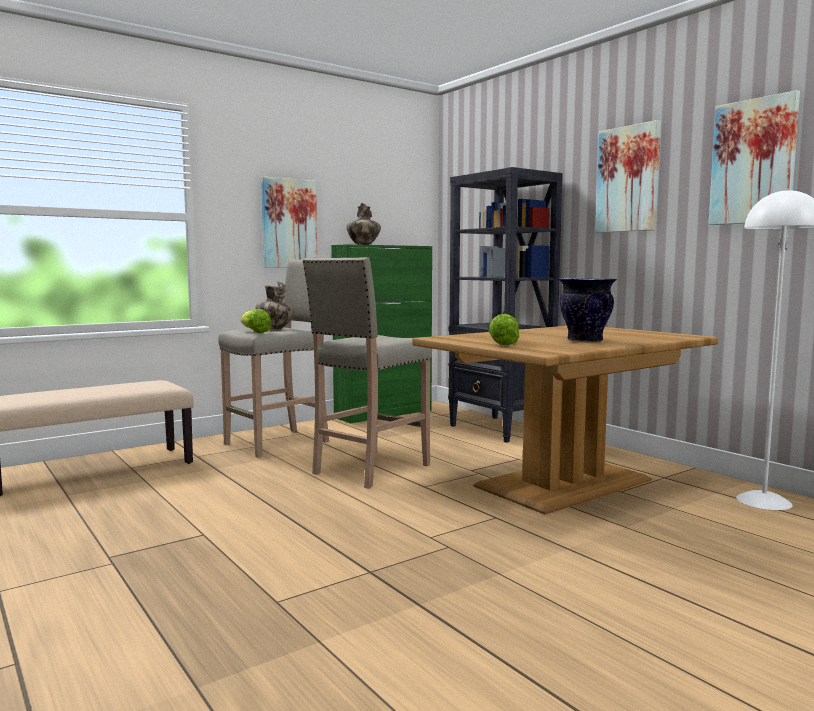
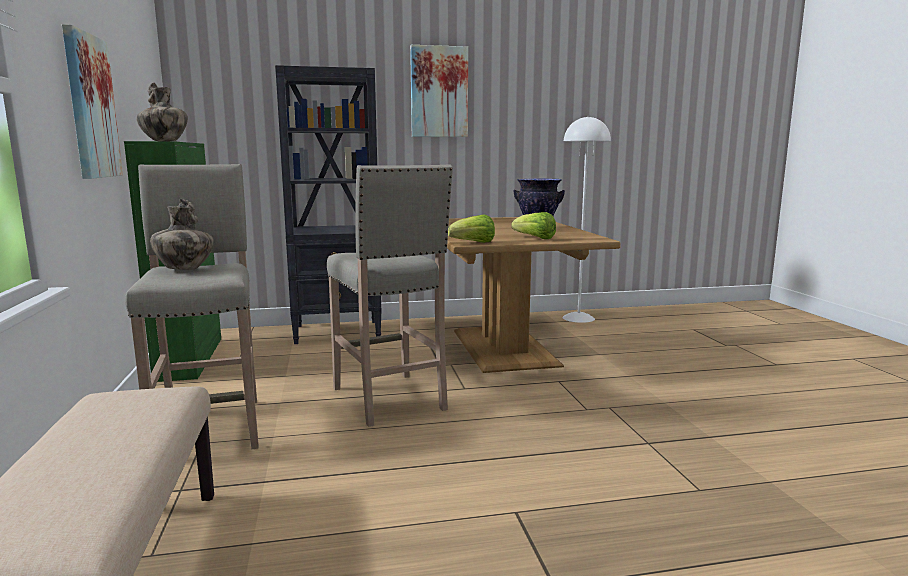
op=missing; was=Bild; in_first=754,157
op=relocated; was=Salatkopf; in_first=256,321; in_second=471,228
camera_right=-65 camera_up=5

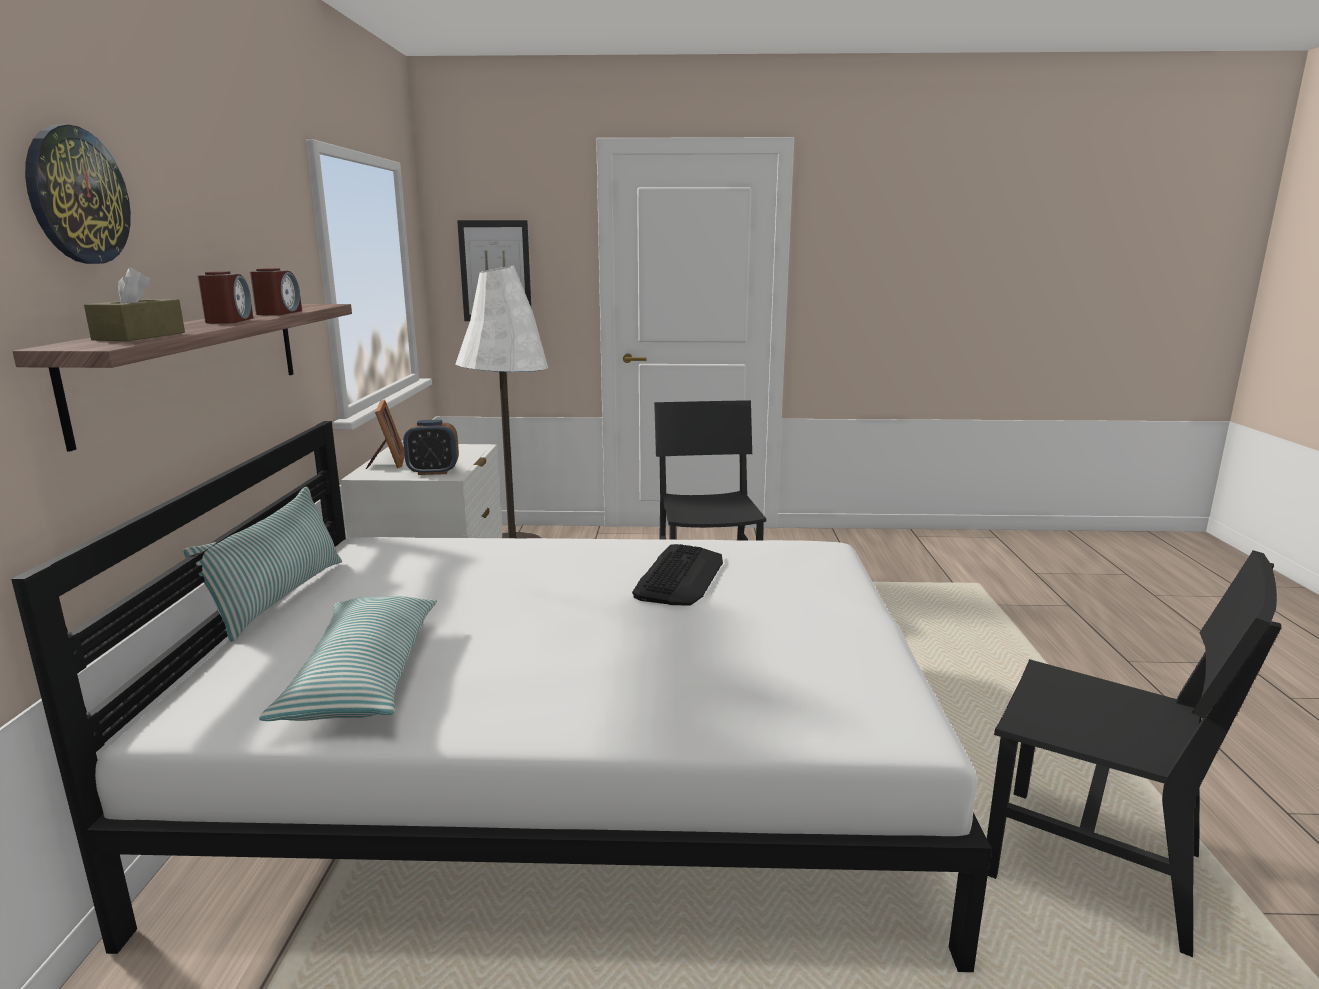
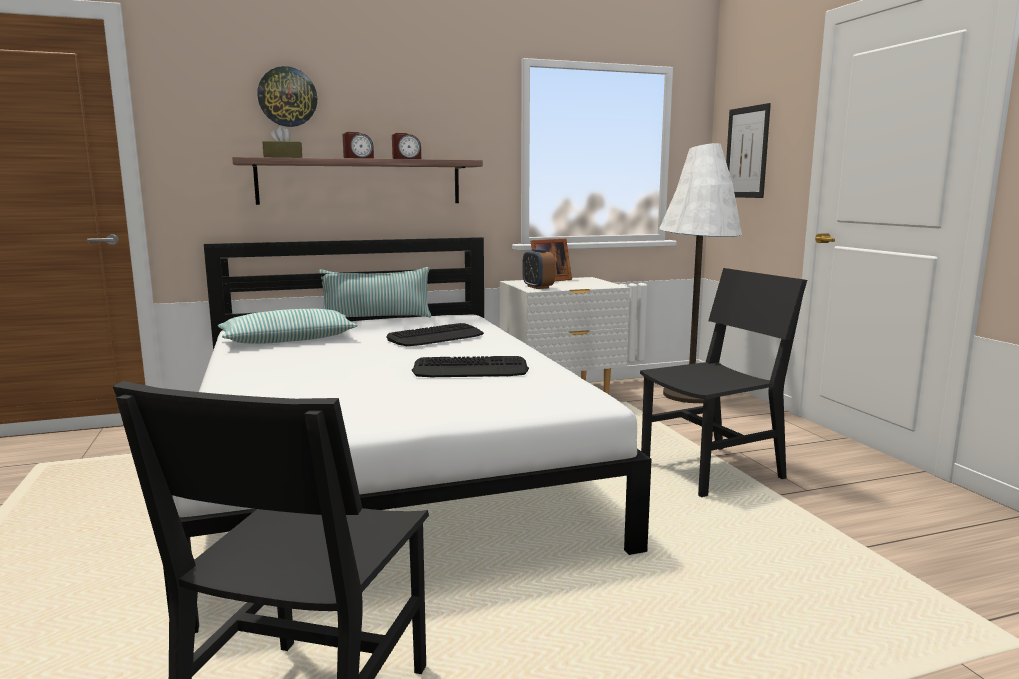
op=appeared; now=Tastatur; in_second=435,334
camera_right=70 camera_up=-5

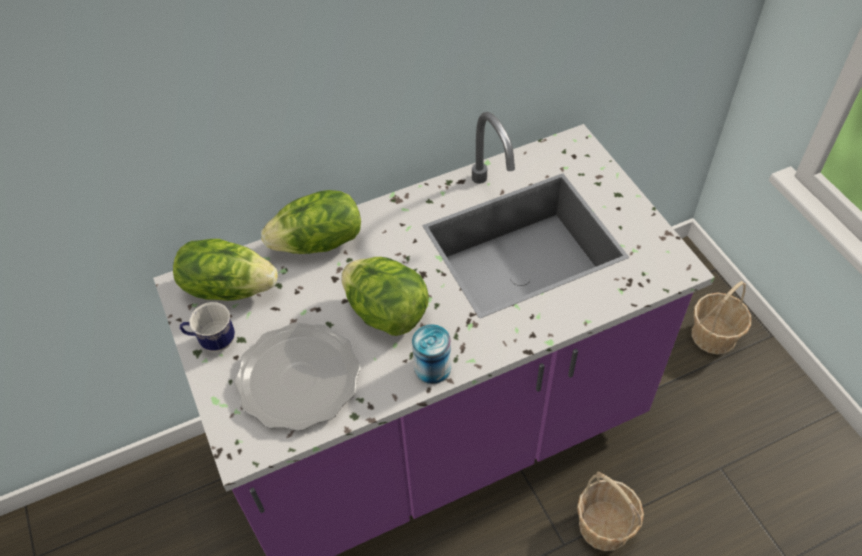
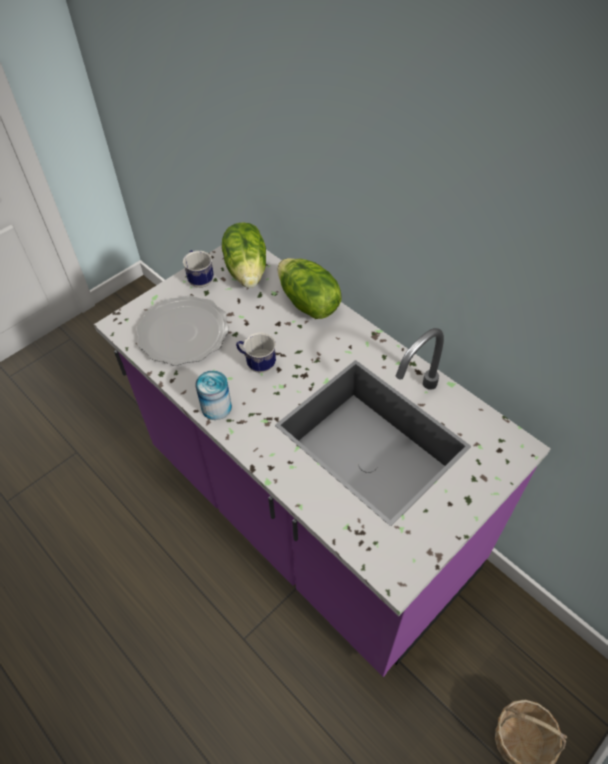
op=missing; was=Korb; in_first=610,511
op=exchanged; was=Salatkopf; now=Henkelbecher; in_first=385,296; in_second=256,353
camera_right=70 camera_up=0

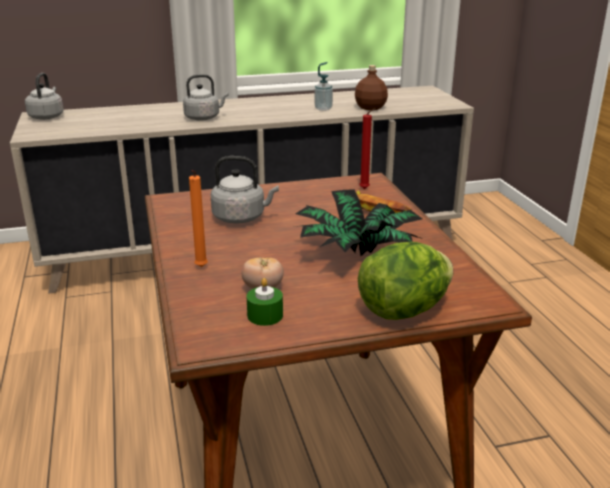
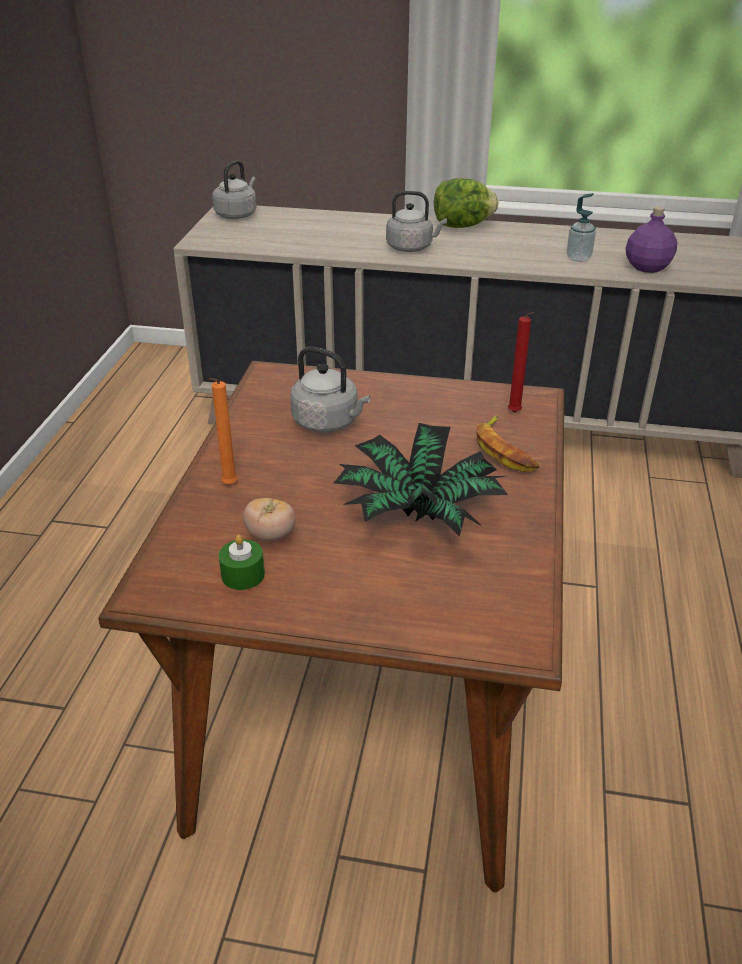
op=relocated; was=Salatkopf; in_first=405,281; in_second=466,203
op=colour; was=Flasche/braun; now=Flasche/lila; in_first=371,87; in_second=652,239
camera_right=25 camera_up=10

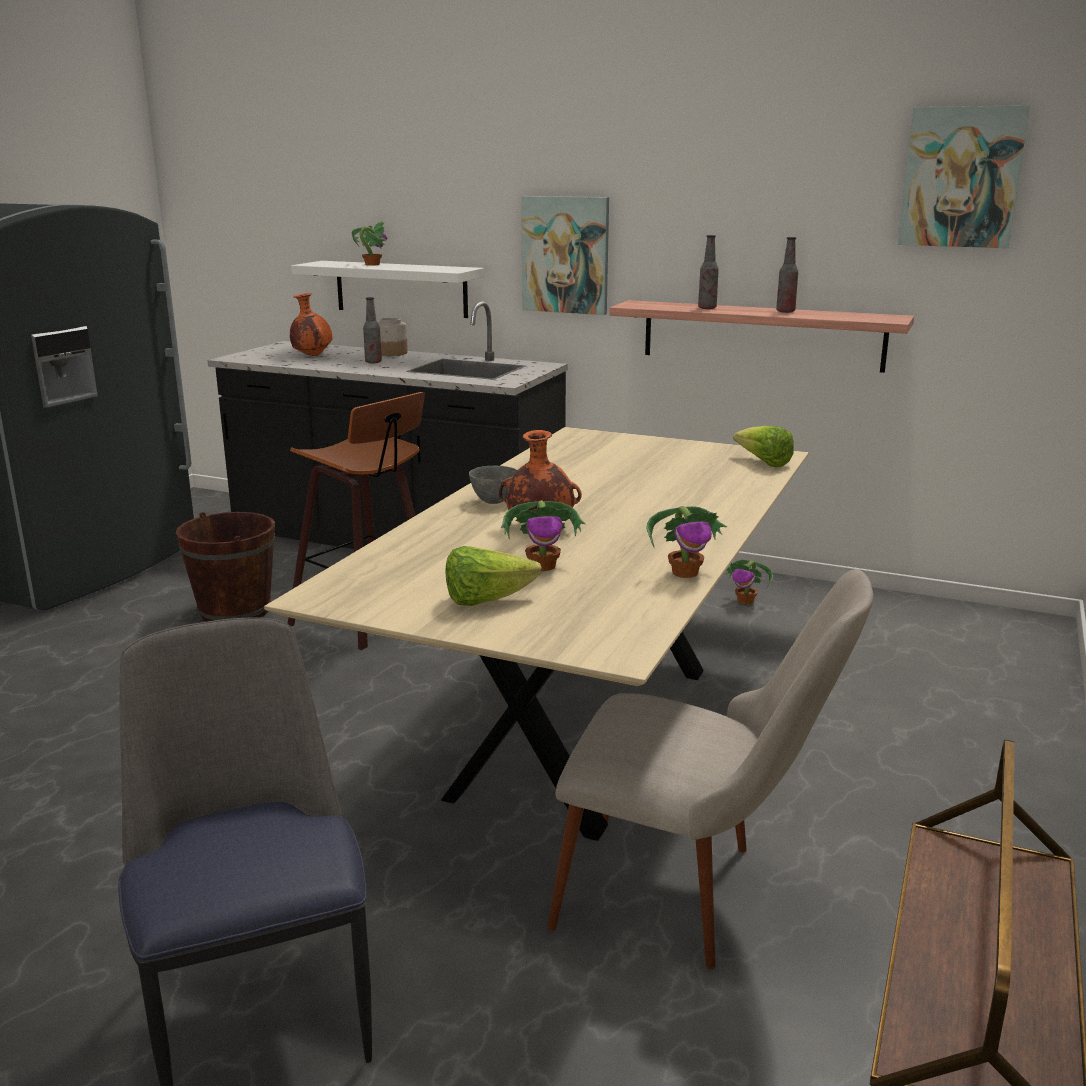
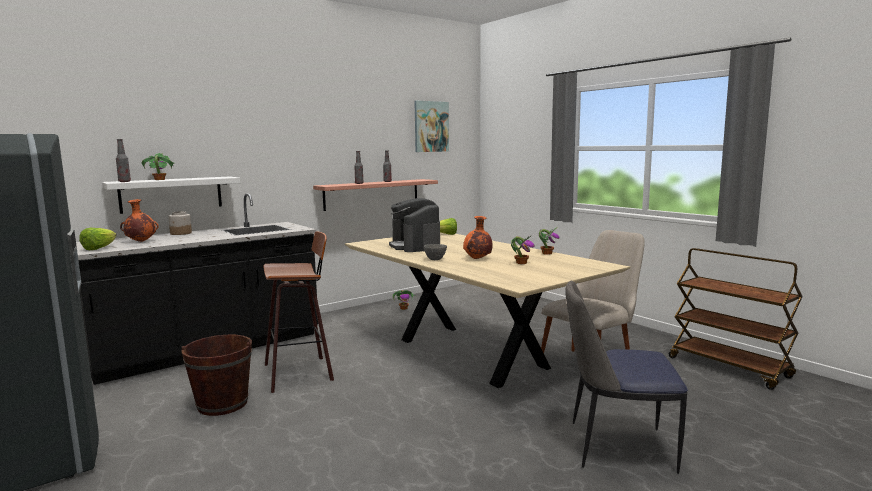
op=missing; was=Bild; in_first=565,255
op=appeared; now=Kaffeemaschine; in_second=414,225
op=relocated; was=Flasche; in_first=372,330; in_second=123,160
op=relocated; was=Salatkopf; in_first=494,576; in_second=97,239
camera_right=-60 camera_up=-10

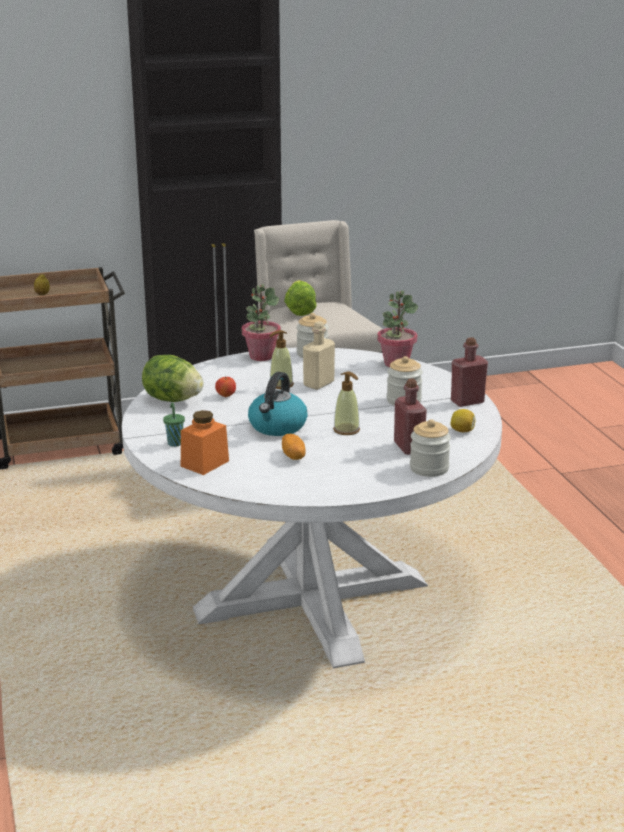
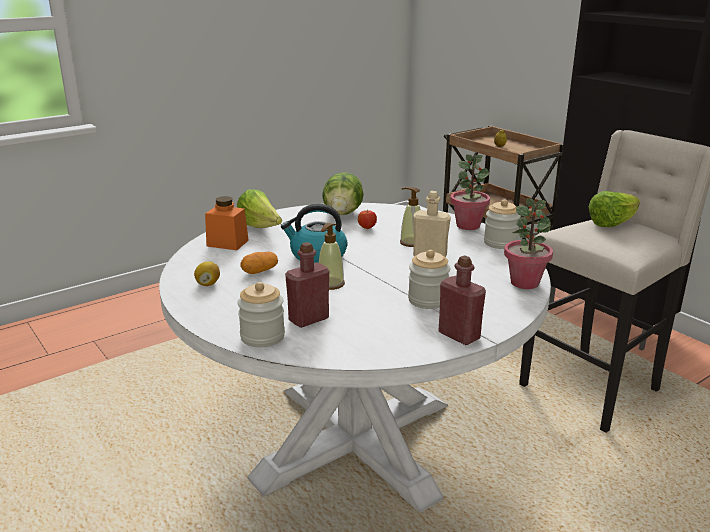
op=relocated; was=Zitrone; in_first=462,420; in_second=207,273
op=exchanged; was=Tasse/grün; now=Salatkopf; in_first=174,424; in_second=259,208
camera_right=70 camera_up=0

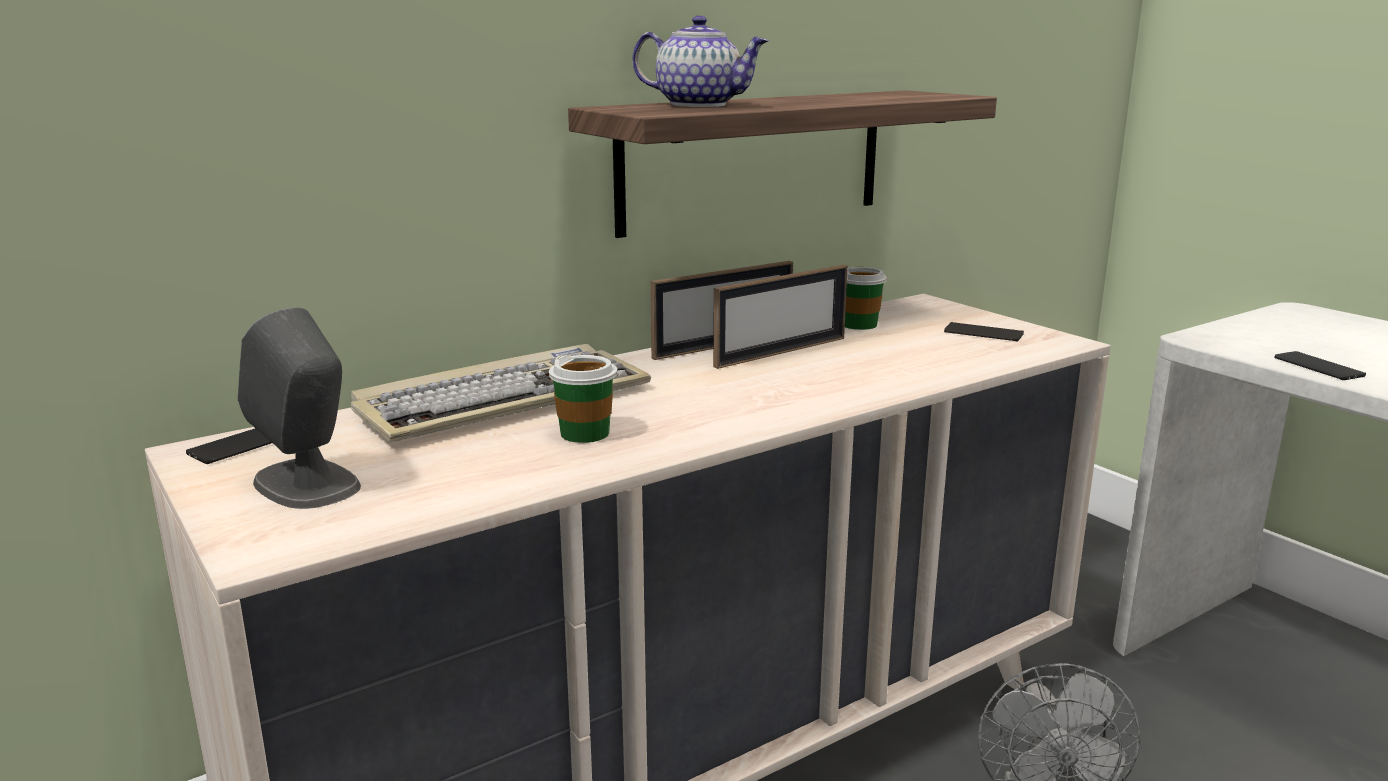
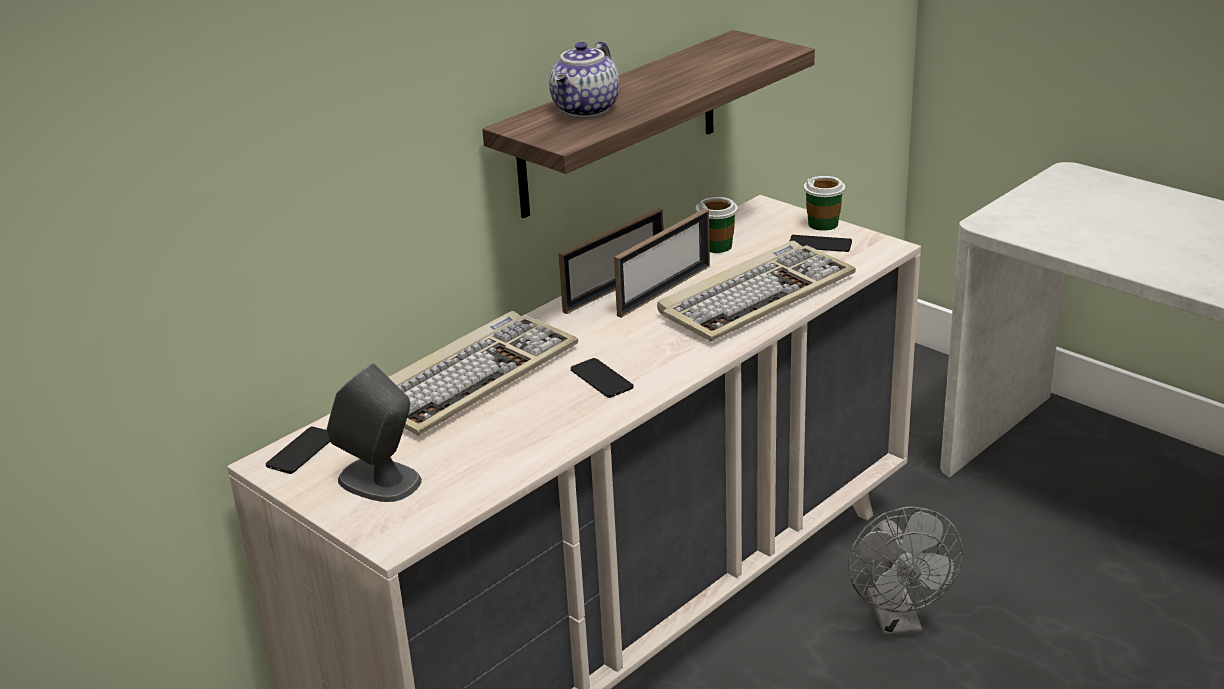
op=appeared; now=Tastatur; in_second=756,291
op=relocated; was=Tasse; in_first=583,399; in_second=825,203
op=relocated; was=Handy; in_first=1320,365; in_second=602,378
op=spun; was=Teekanne; in_first=700,61; in_second=584,79; clockwise=105
camera_right=-10 camera_up=10

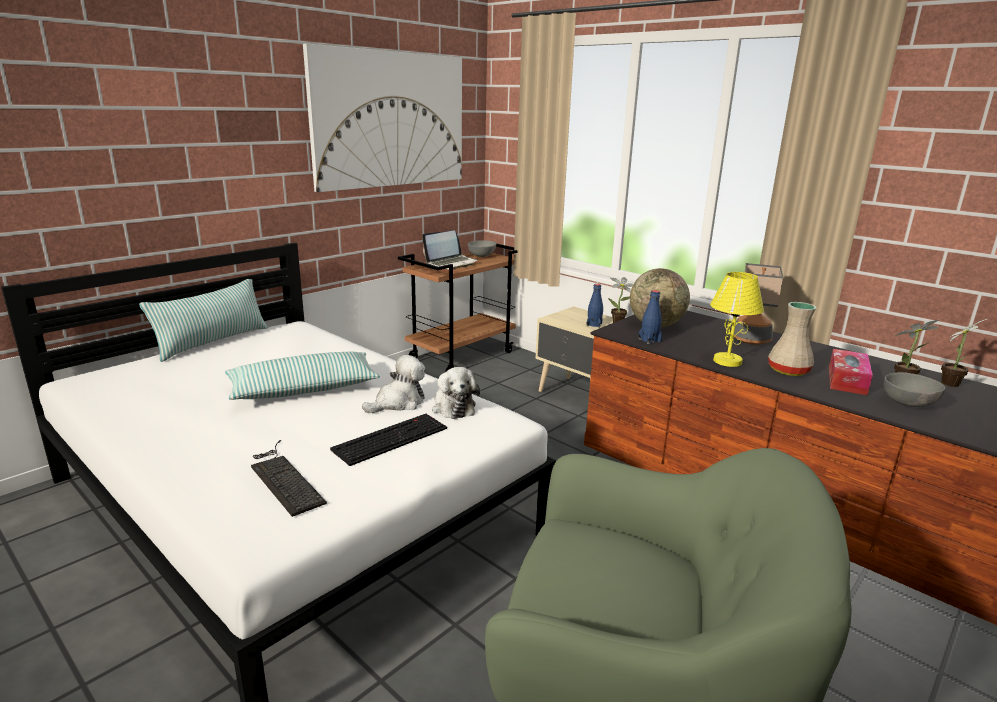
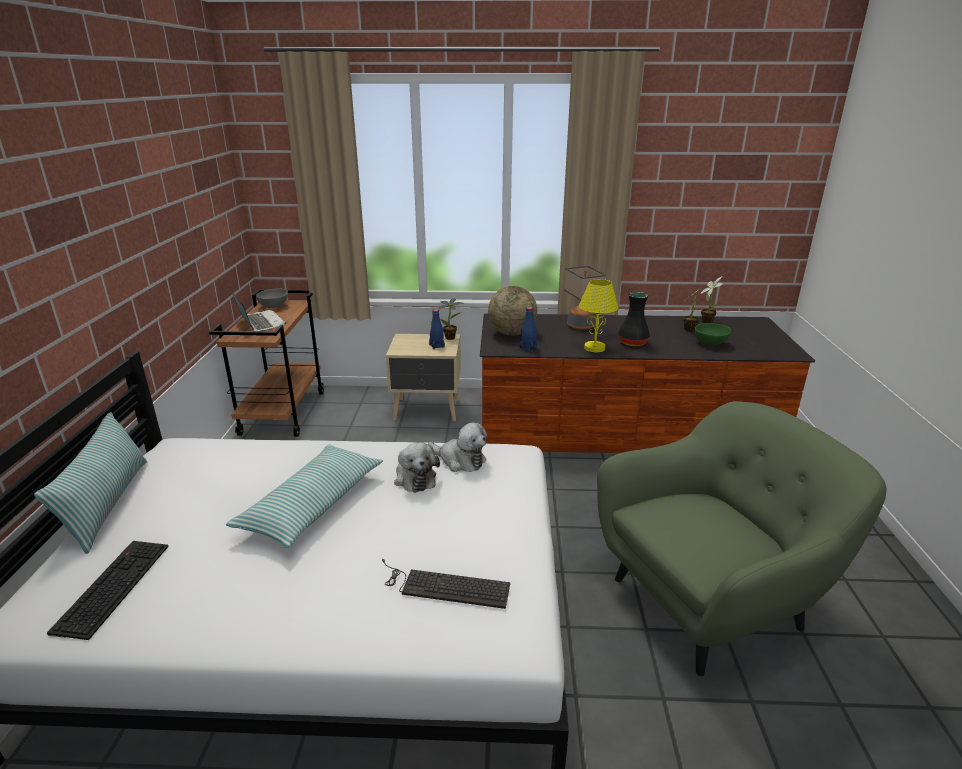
op=missing; was=Bild; in_first=382,117
op=missing; was=Taschentuchbox; in_first=851,372
op=relocated; was=Tastatur; in_first=388,440; in_second=108,590
op=colour; was=Vase/beige; now=Vase/schwarz; in_first=792,339; in_second=634,319
op=colour; was=Schüssel/grau; now=Schüssel/grün; in_first=915,389; in_second=713,334
op=spun; was=Plüschtier; in_first=393,384; in_second=417,467; clockwise=150
op=spun; was=Laptop; in_first=450,249; in_second=259,312; clockwise=-45
camera_right=-40 camera_up=5

